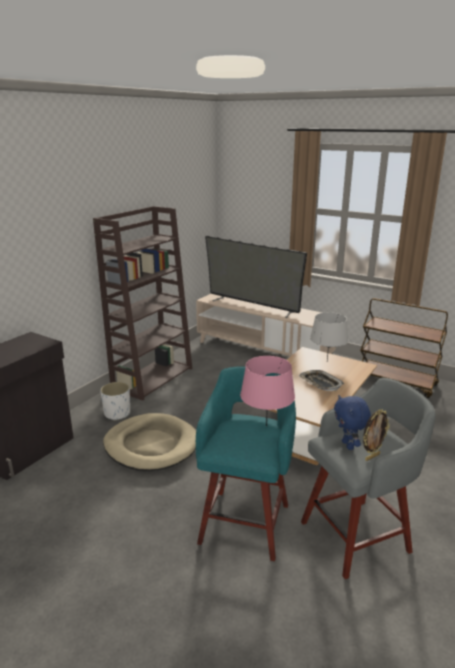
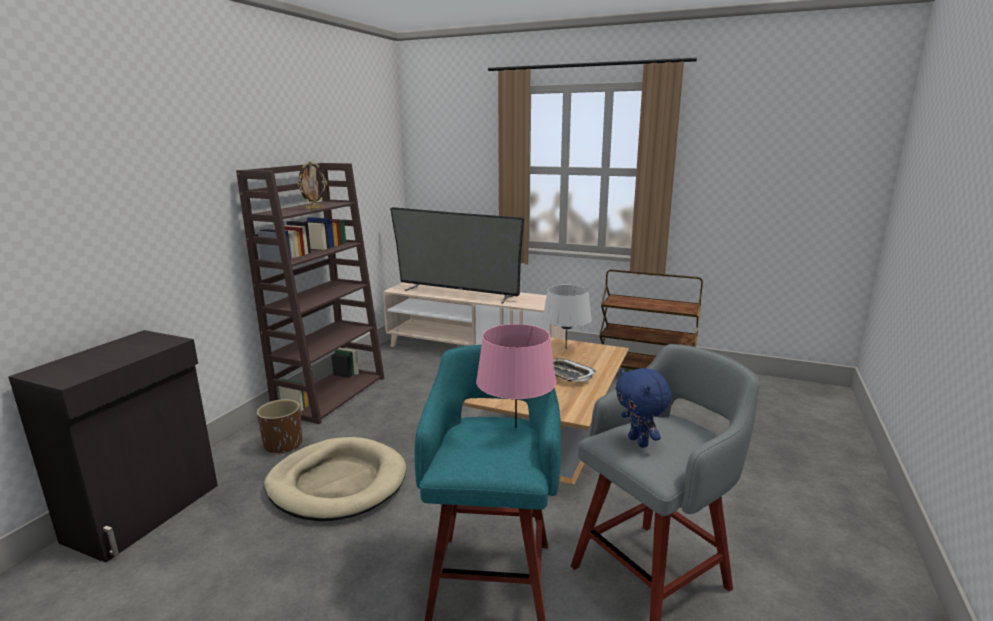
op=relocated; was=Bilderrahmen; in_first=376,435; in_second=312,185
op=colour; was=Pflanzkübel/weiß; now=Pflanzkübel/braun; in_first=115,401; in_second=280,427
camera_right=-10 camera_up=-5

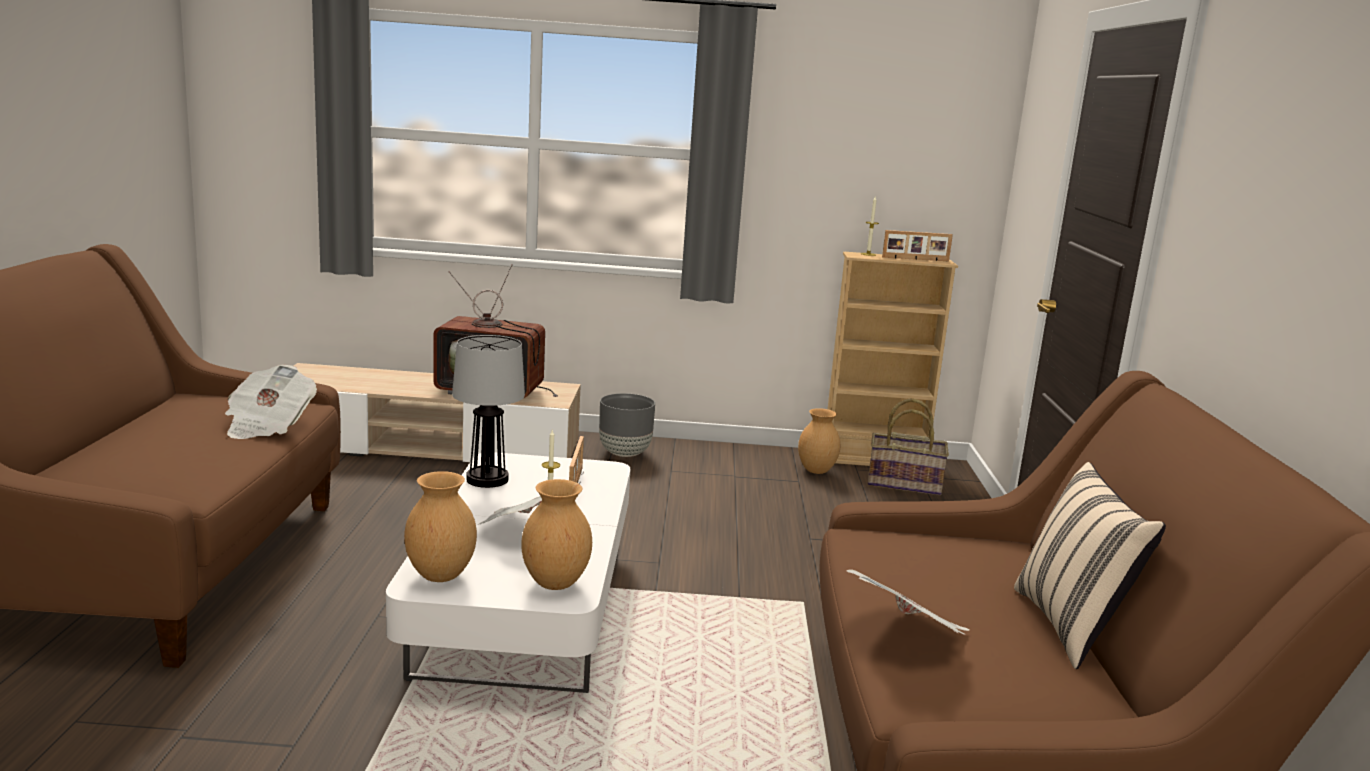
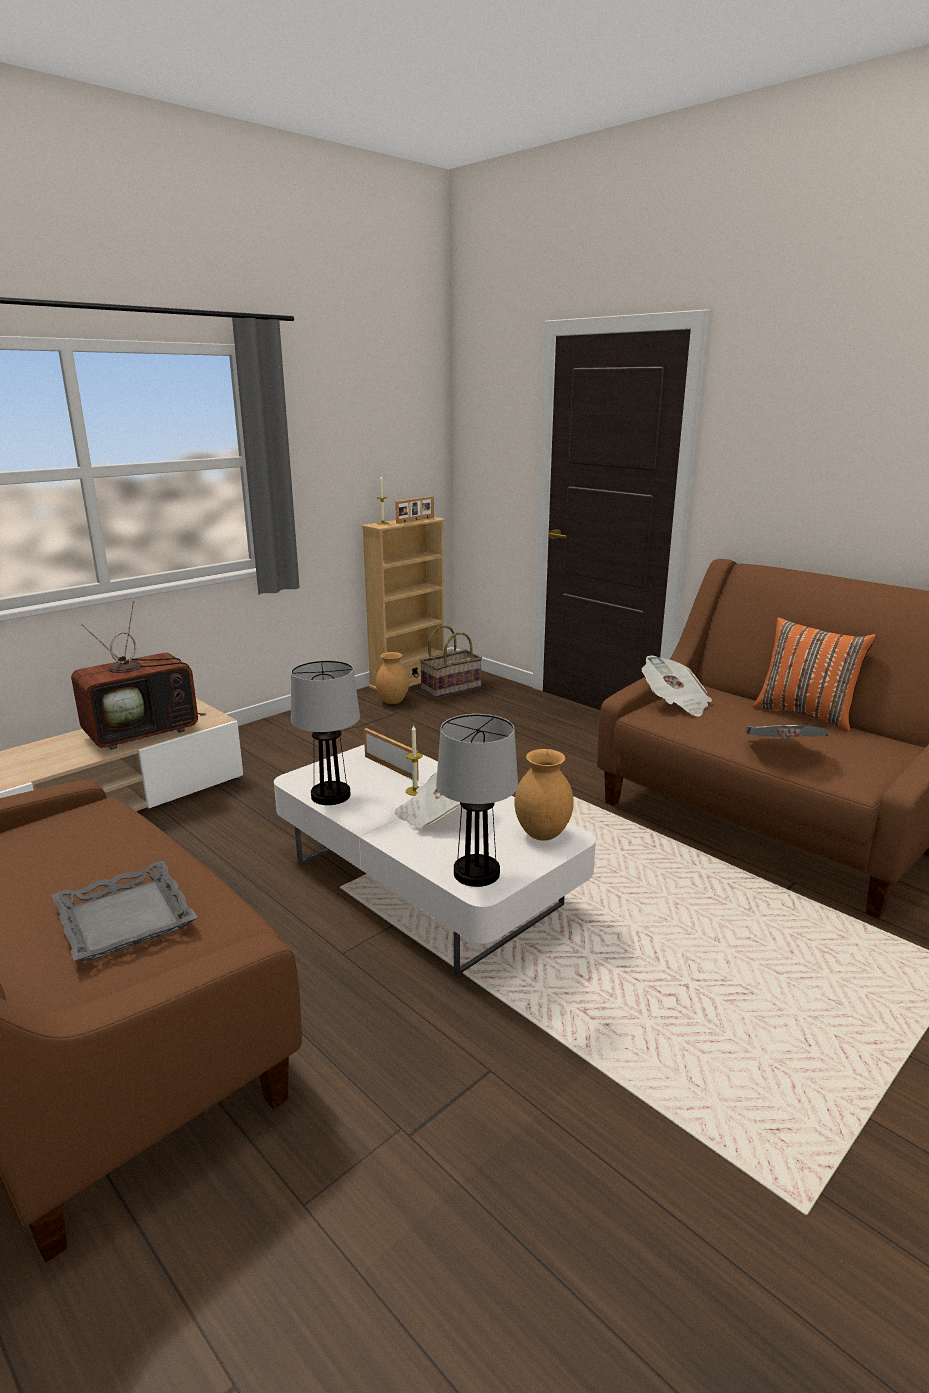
op=missing; was=Pflanzkübel/grau; in_first=627,425
op=appeared; now=Tablett/grau; in_second=125,911
op=relocated; was=Zeitung; in_first=271,402; in_second=676,686
op=exchanged; was=Vase/braun; now=Tischlampe; in_first=440,526; in_second=477,800
op=colour; was=Kissen/beige; now=Kissen/orange; in_first=1090,565; in_second=814,675
camera_right=-45 camera_up=5

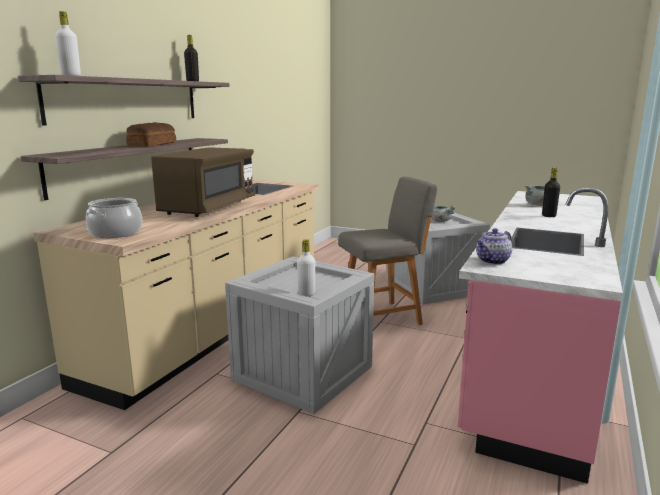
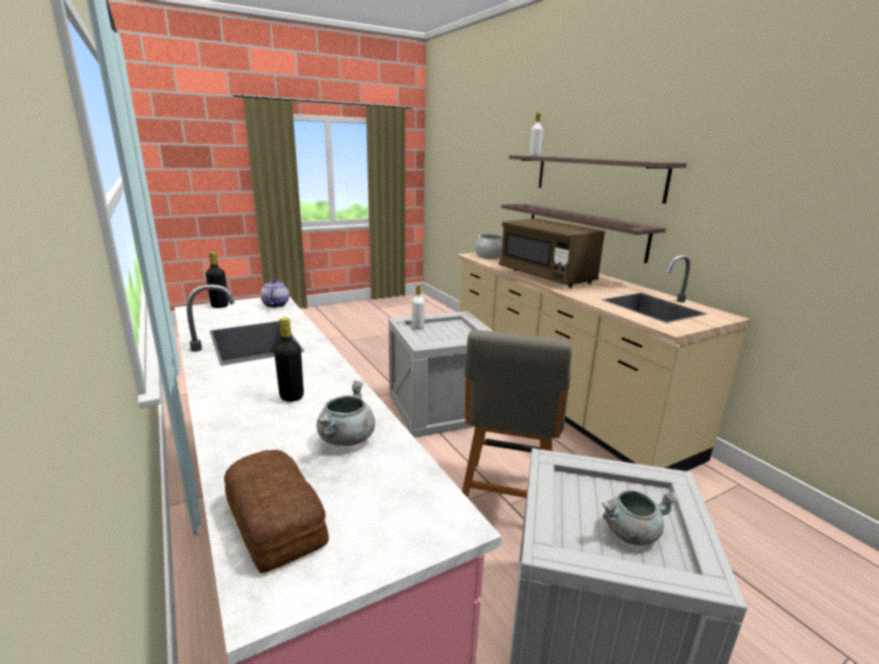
op=relocated; was=Brot; in_first=151,134; in_second=276,512
op=relocated; was=Flasche/schwarz; in_first=191,58; in_second=217,280
camera_right=125 camera_up=5

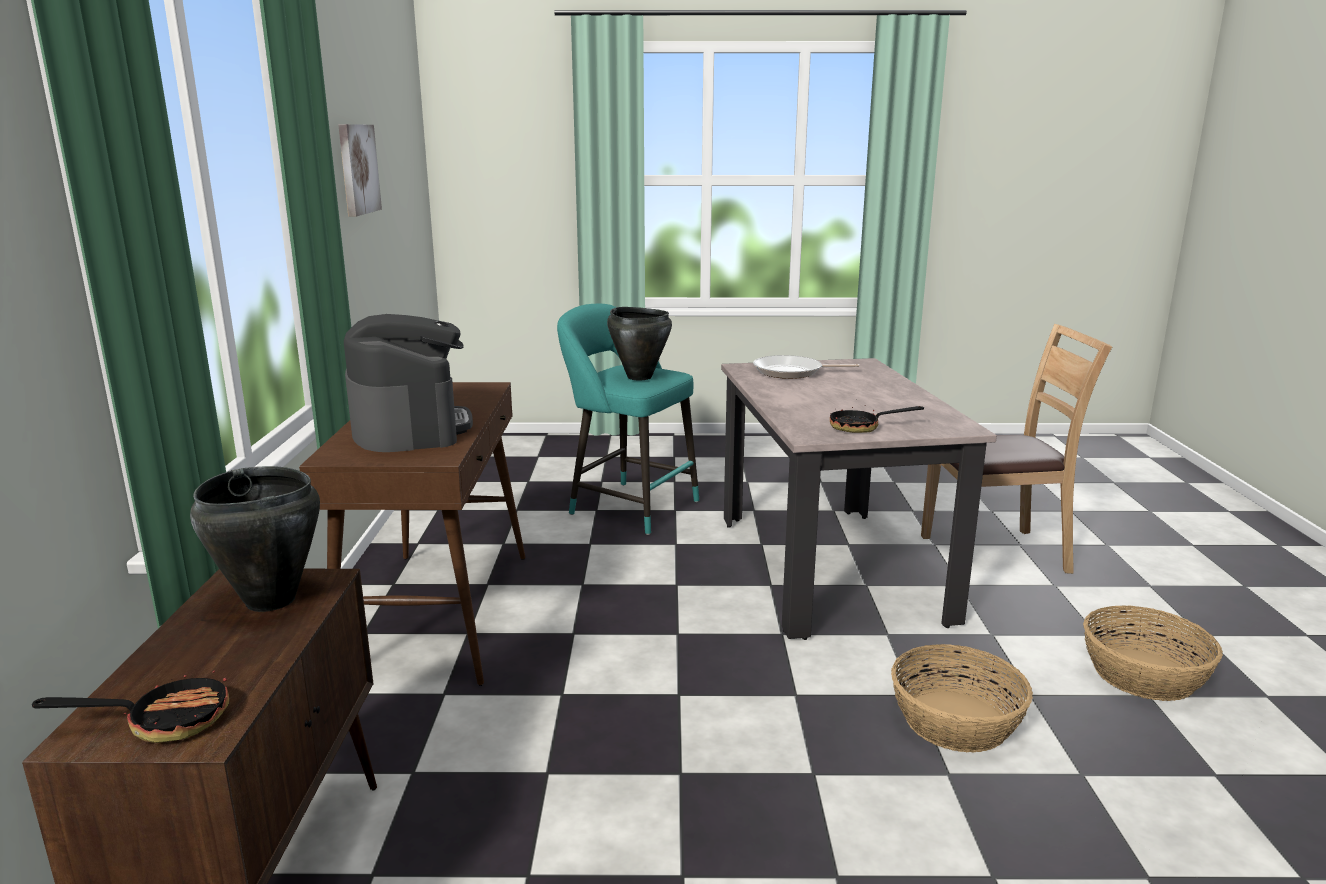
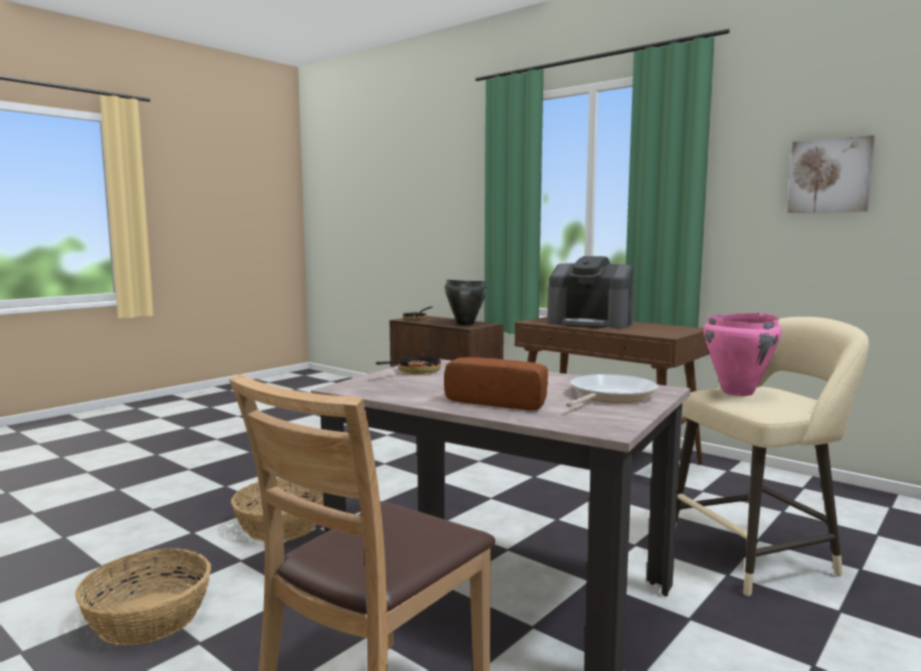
op=appeared; now=Brot; in_second=496,383
op=colour; was=Hocker/türkis; now=Hocker/beige; in_first=628,419; in_second=772,457
op=colour; was=Kochtopf/schwarz; now=Kochtopf/rosa; in_first=639,343; in_second=743,354
camera_right=130 camera_up=-10

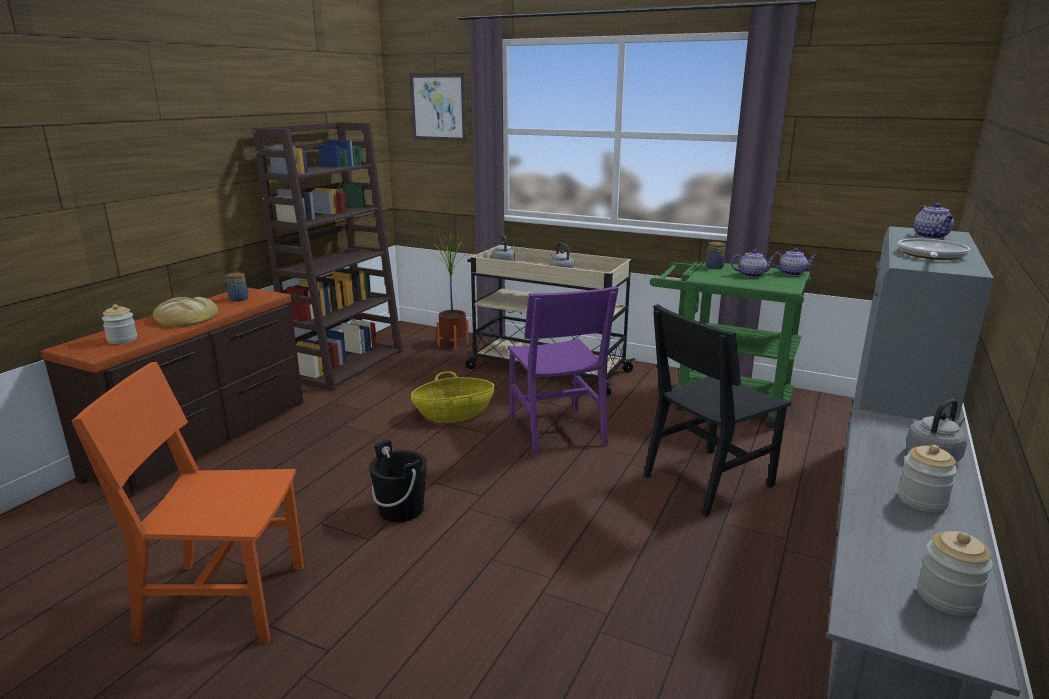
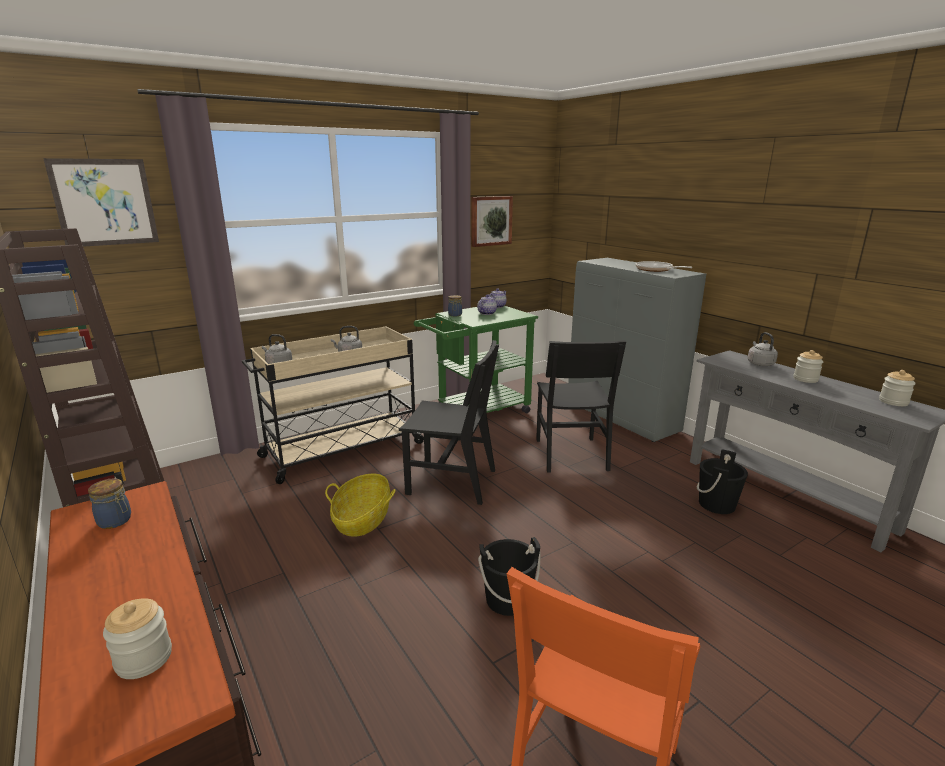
op=missing; was=Brot; in_first=185,312
op=missing; was=Topfpflanze; in_first=450,290
op=missing; was=Teekanne; in_first=934,221
op=appeared; now=Bild; in_second=492,221
op=appeared; now=Eimer/schwarz; in_second=722,482
op=colour; was=Stuhl/lila; now=Stuhl/schwarz; in_first=562,371; in_second=449,422
camera_right=-60 camera_up=0

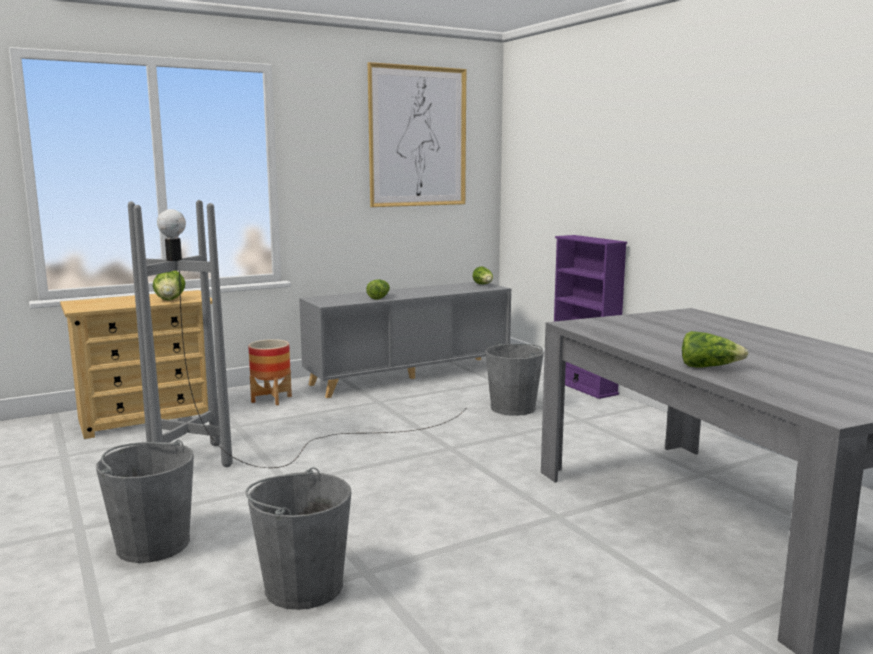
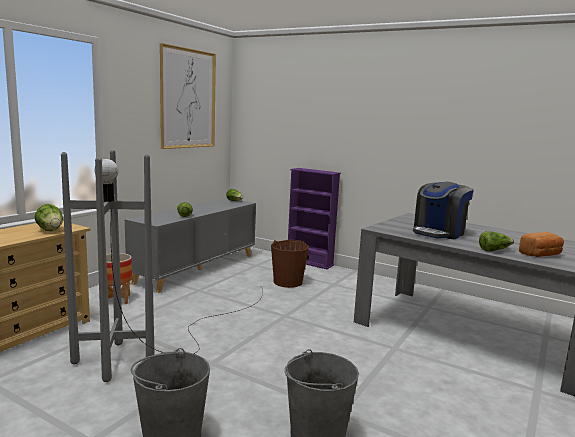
op=appeared; now=Kaffeemaschine; in_second=443,210
op=appeared; now=Brot; in_second=541,244
op=colour; was=Eimer/grau; now=Eimer/braun; in_first=514,379; in_second=290,264
camera_right=-30 camera_up=0

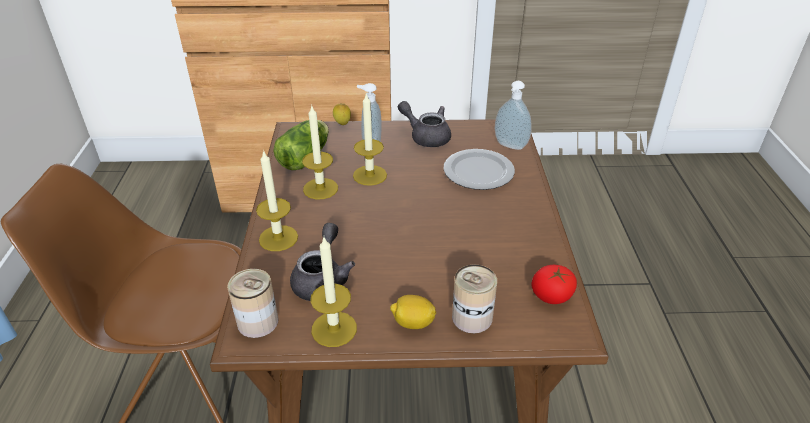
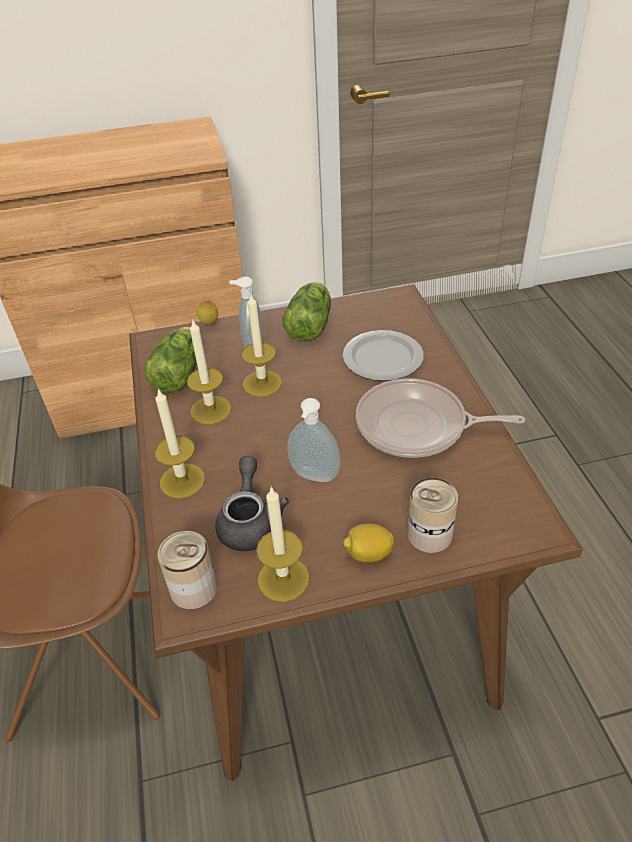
op=missing; was=Tomate; in_first=554,284
op=appeared; now=Pfanne; in_second=440,418
op=relocated; was=Seifenspender; in_first=513,115; in_second=314,440
op=exchanged; was=Teekanne/grau; now=Salatkopf; in_first=424,124; in_second=306,312
camera_right=-10 camera_up=5

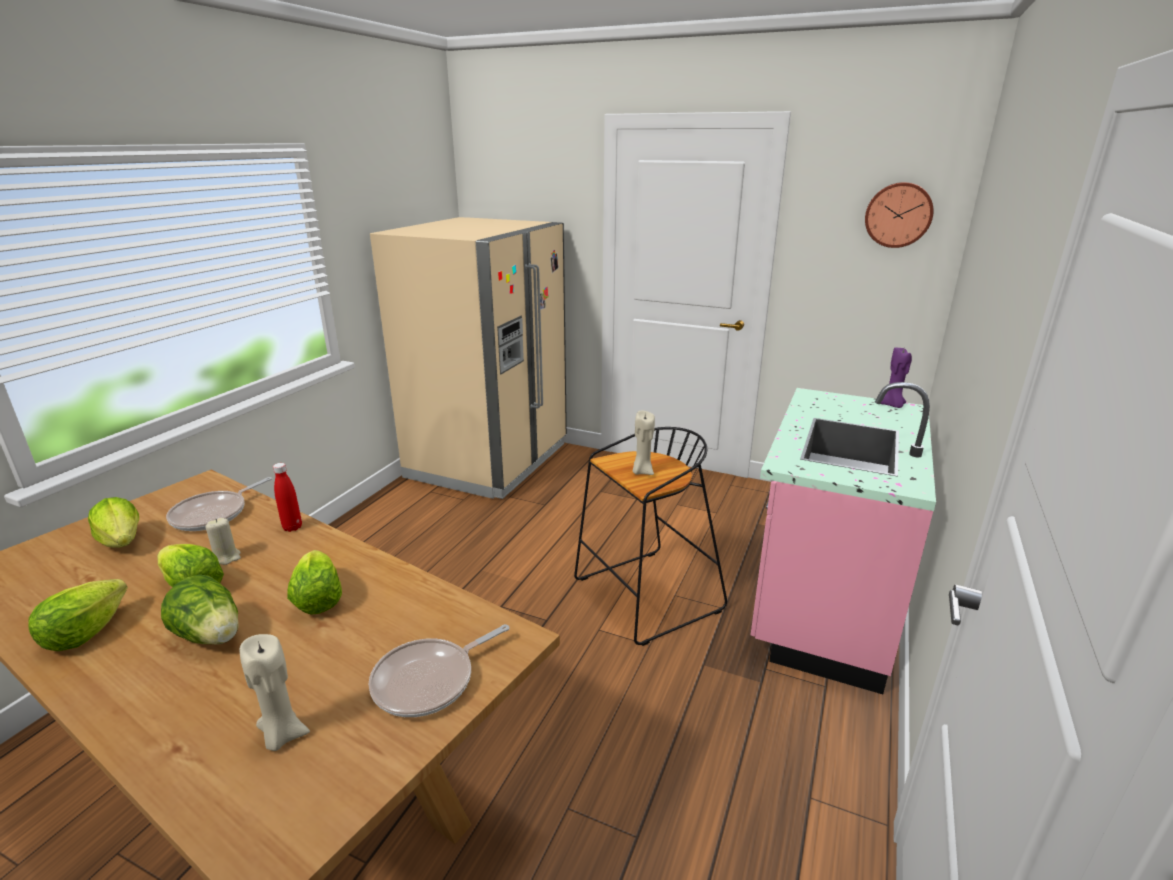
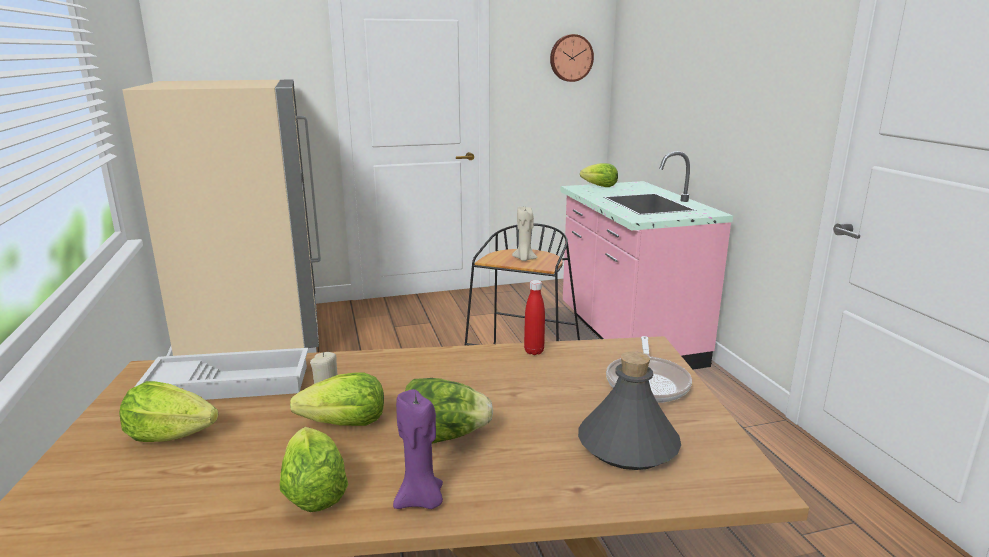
op=relocated; was=Flasche/rot; in_first=287,497; in_second=534,317
op=relocated; was=Salatkopf; in_first=314,582; in_second=599,175
op=relocated; was=Kerze/lila; in_first=896,378; in_second=418,449
op=exchanged; was=Pfanne; now=Tablett/weiß; in_first=219,504; in_second=221,374
op=exchanged; was=Kerze/beige; now=Flasche/grau; in_first=275,692; in_second=629,410
camera_right=-40 camera_up=-5

